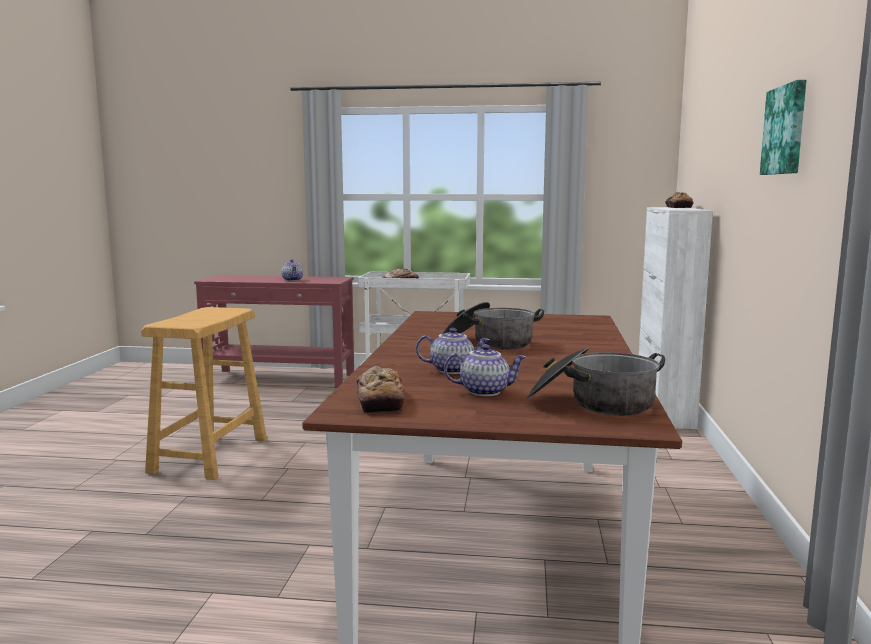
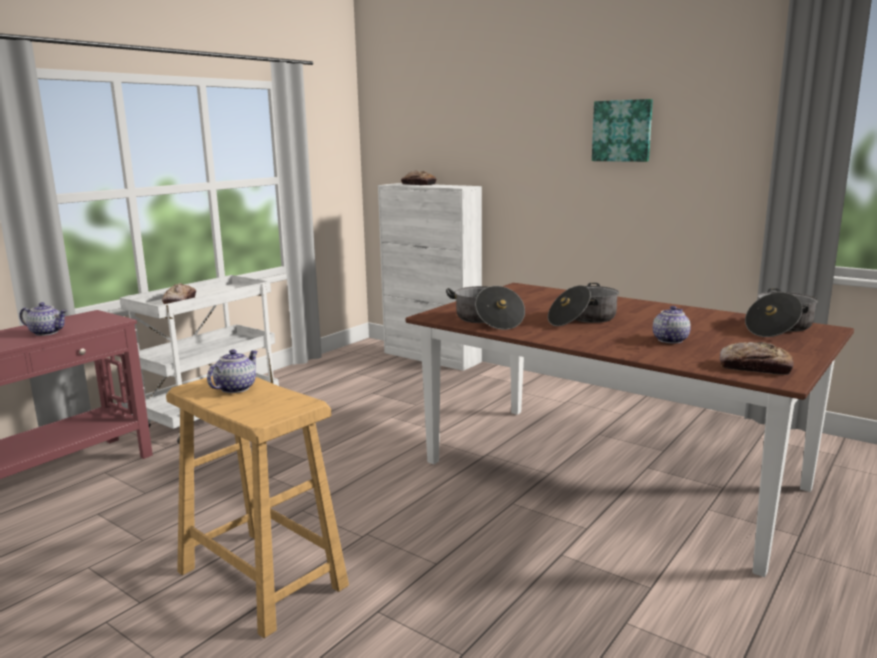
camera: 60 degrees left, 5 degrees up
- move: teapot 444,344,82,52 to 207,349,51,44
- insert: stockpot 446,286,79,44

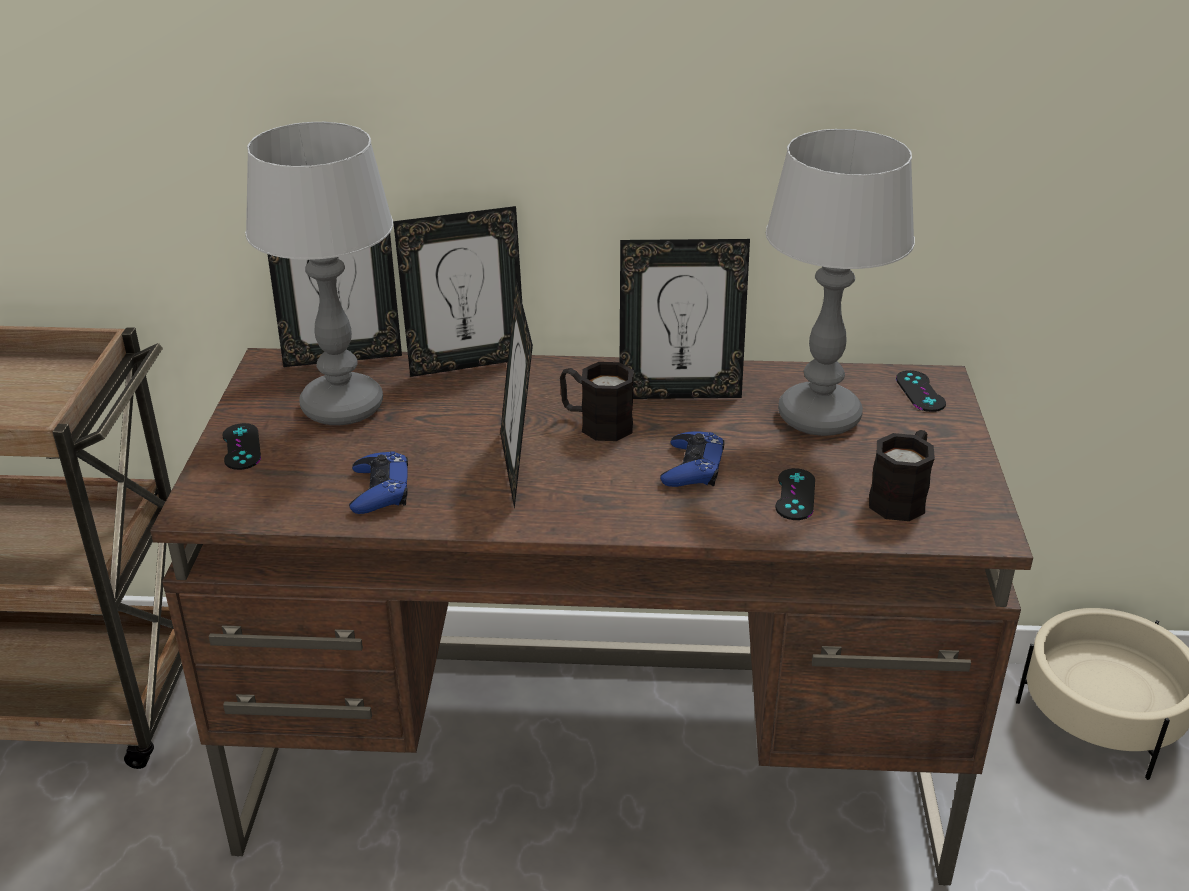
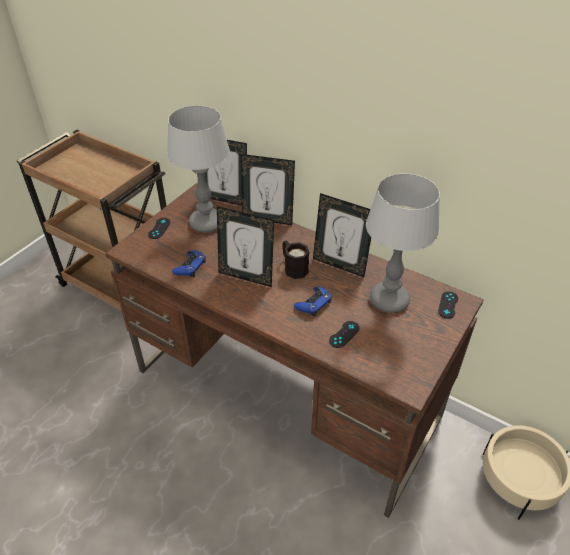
camera: 30 degrees right, 10 degrees up
- rotate: photo frame 500,279,33,230 = 217,206,57,81 90 degrees counterclockwise
- delete: black-coloured mug 869,430,66,91

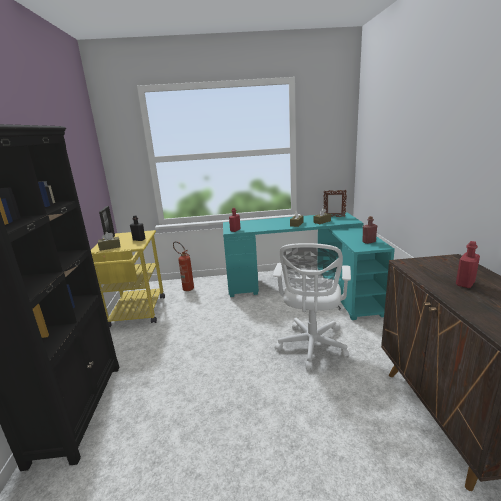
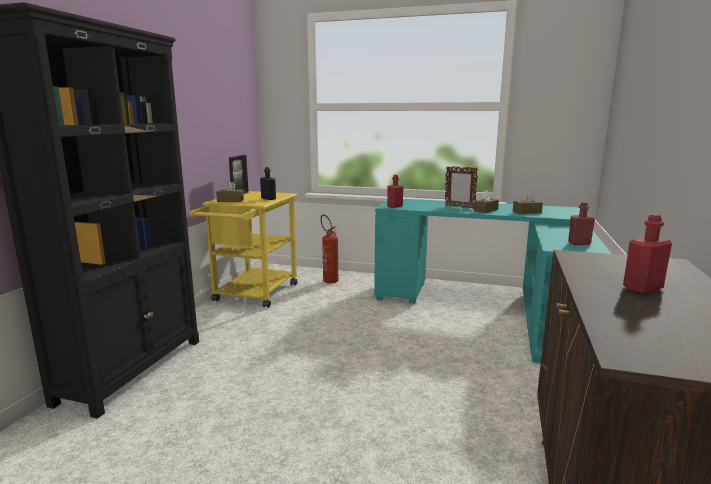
camera: 20 degrees right, 5 degrees down
- move: photo frame 323,190,24,27 to 445,166,33,43
- delete: white-coloured computer chair 273,243,78,127

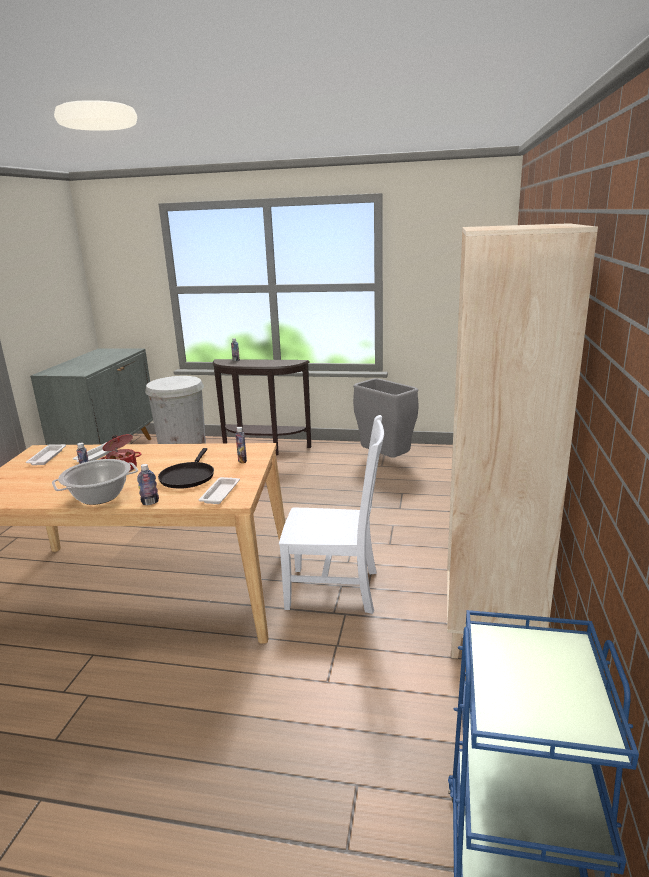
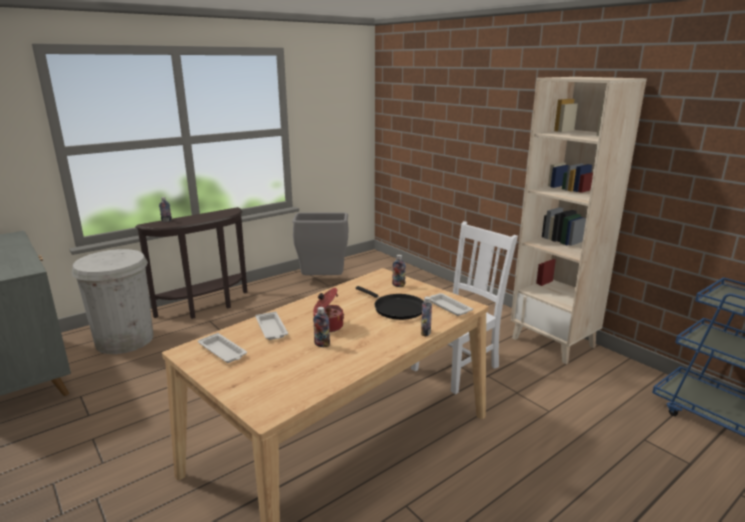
camera: 50 degrees left, 0 degrees up
- delete: stockpot 52,459,86,46

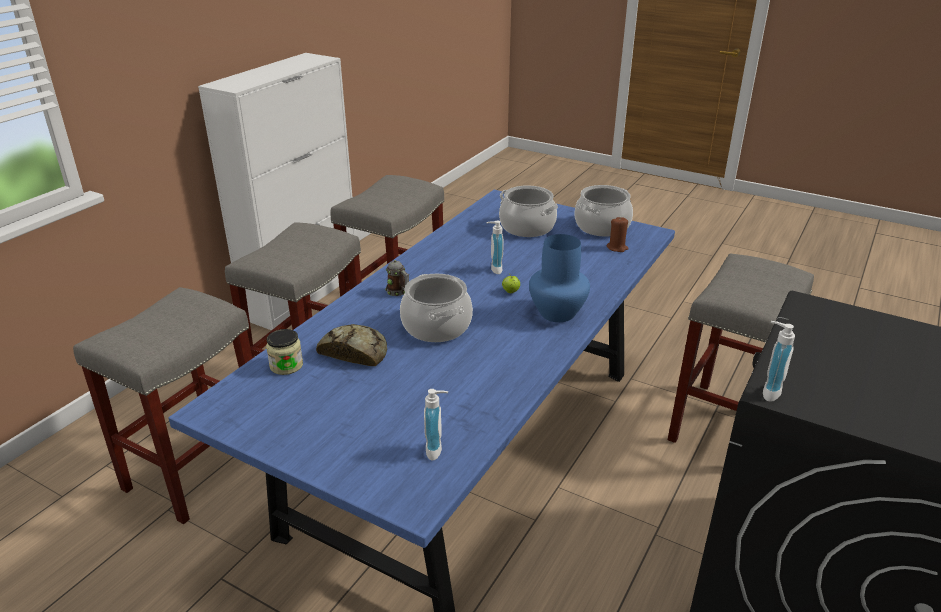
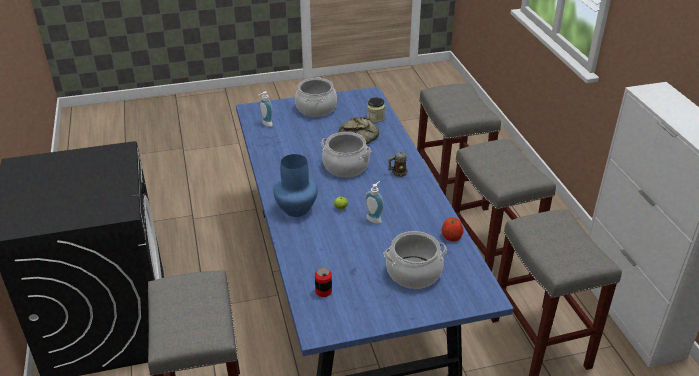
camera: 135 degrees right, 5 degrees up
- move: stockpot 574,185,59,52 to 295,77,42,40
- replace: brown wax light 607,217,22,35 to can 315,268,17,29
- delete: soap bottle 763,321,32,81
- insert: apple fruit 442,217,21,24

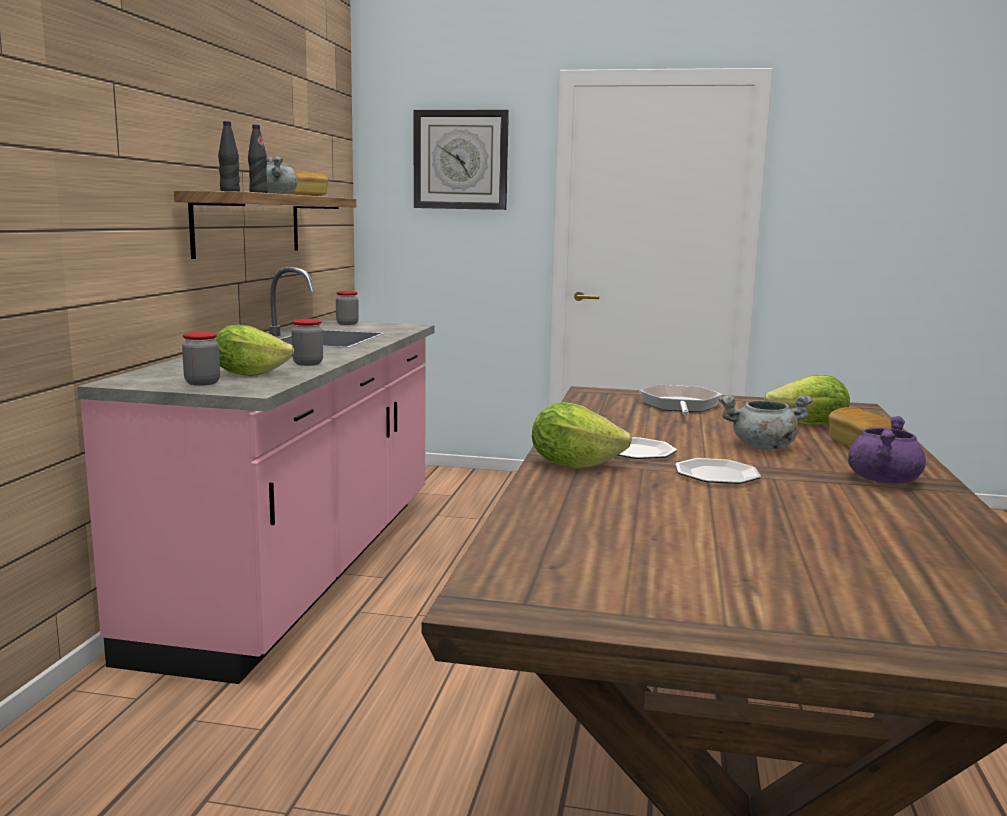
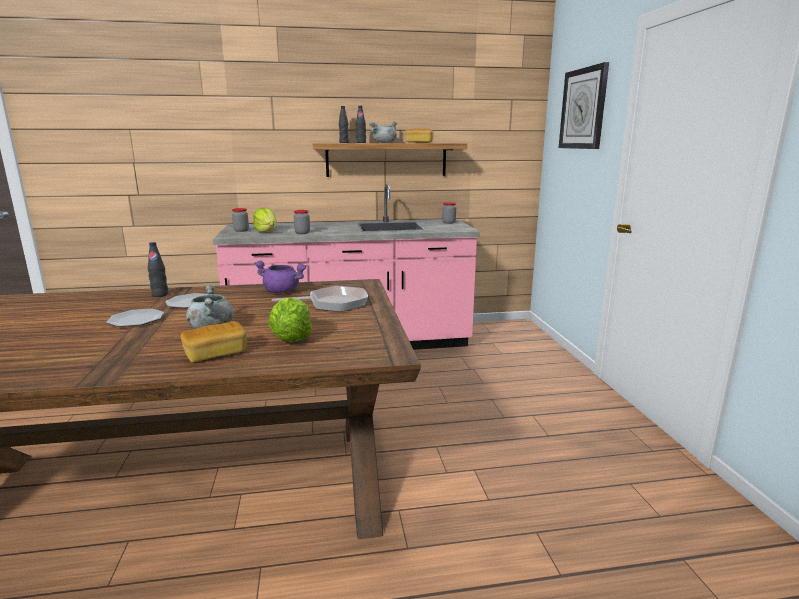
camera: 70 degrees right, 5 degrees up
- replace: lettuce head 532,402,100,67 to black-coloured drink bottle 148,242,20,55
- move: purple stockpot 848,416,78,67 to 254,261,53,32

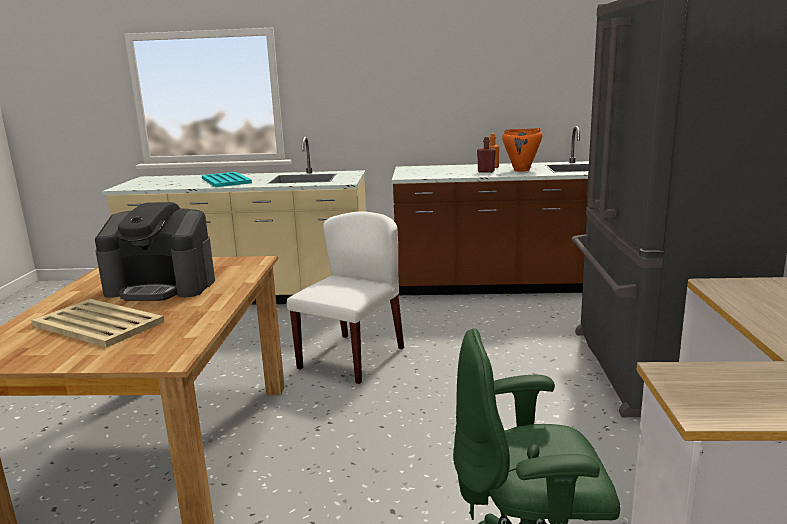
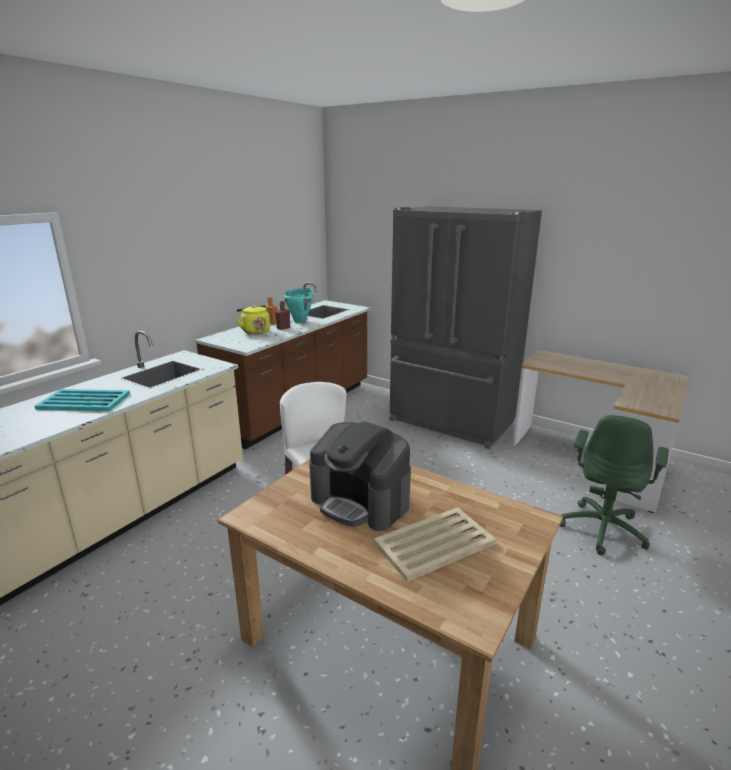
camera: 60 degrees left, 5 degrees up
- recolor: orange-coloured stockpot 502,128,41,44 to turquoise stockpot 284,288,29,35
- rotate: coffee machine 95,202,120,99 = 309,422,102,109 90 degrees clockwise
- insert: yellow tea kettle 236,305,34,29

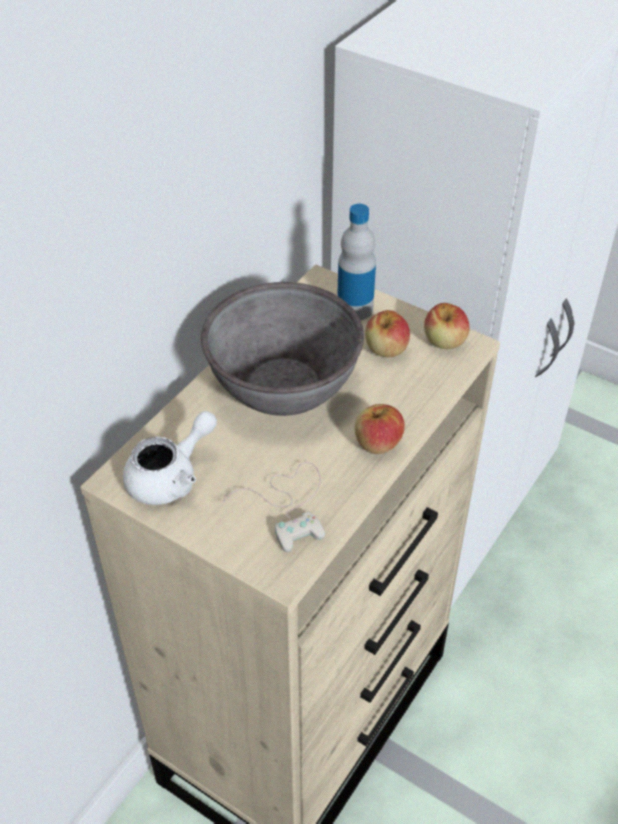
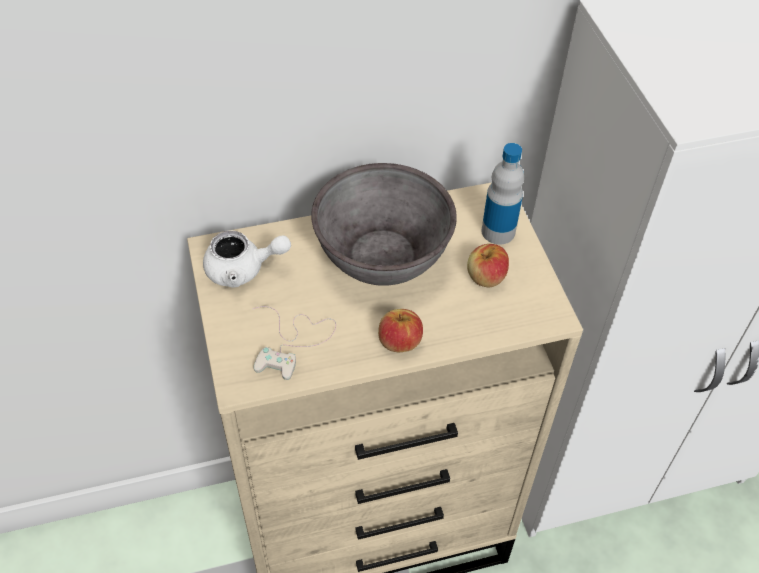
camera: 40 degrees right, 5 degrees up
- delete: apple fruit 424,303,46,46

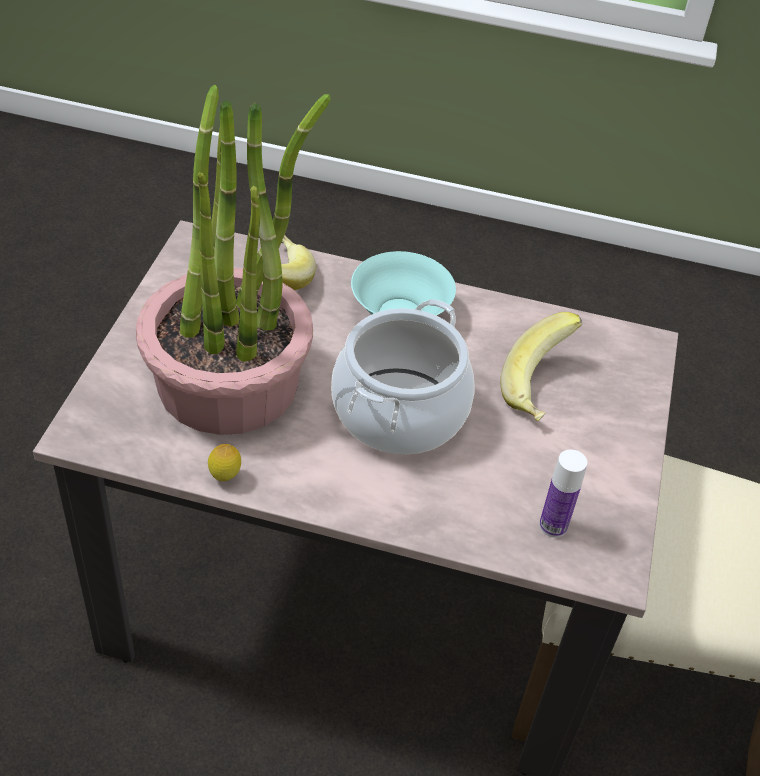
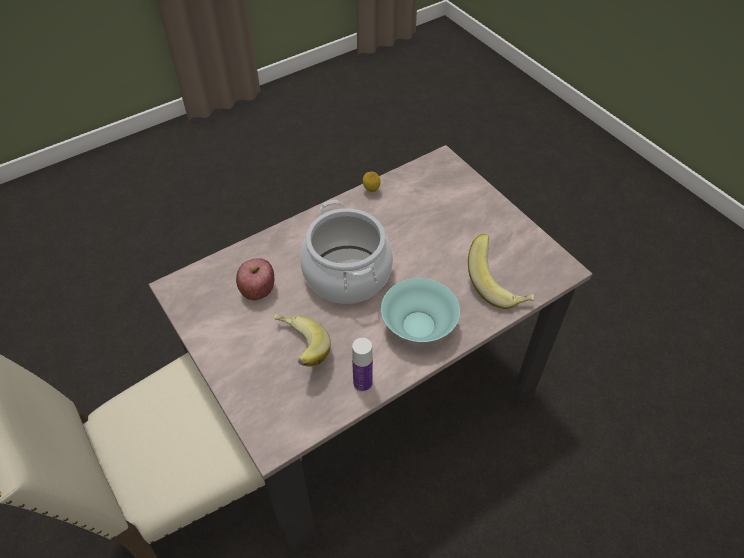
camera: 135 degrees right, 5 degrees up
- delete: plant in a pot 136,85,195,350
- move: drink bottle 539,449,49,89 to 352,338,21,54
- insert: apple fruit 236,258,38,42

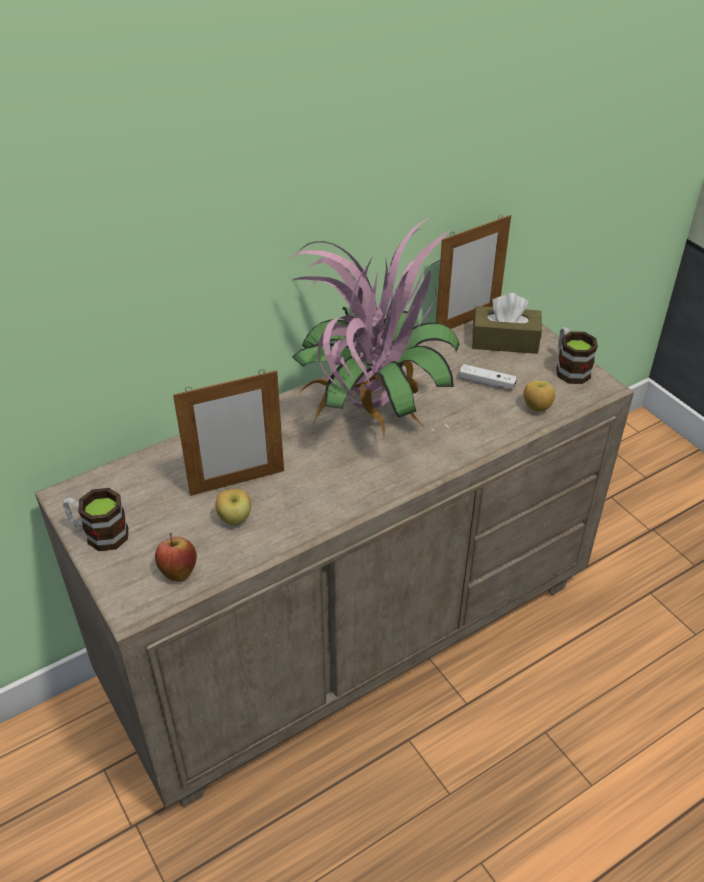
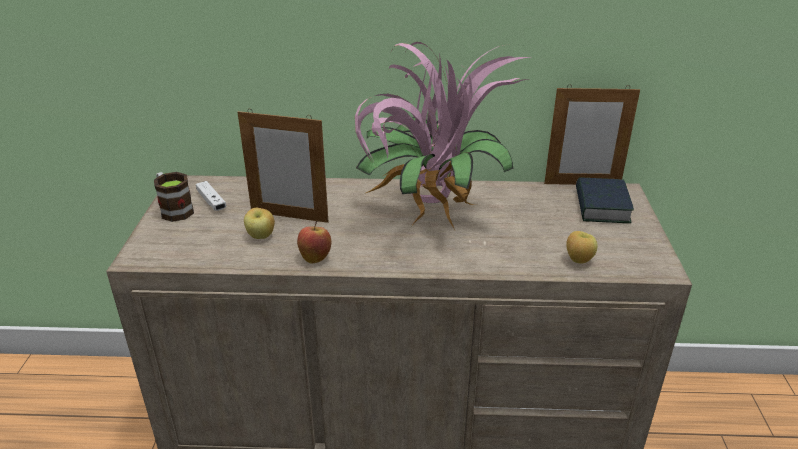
camera: 35 degrees right, 10 degrees down
- replace: brown tissue box 472,293,70,61 to bound book 576,177,58,46
- delete: mug 556,327,42,57
- move: white-coloured game controller 459,364,58,25 to 196,181,30,30
- move: apple fruit 155,533,42,49 to 297,220,34,43

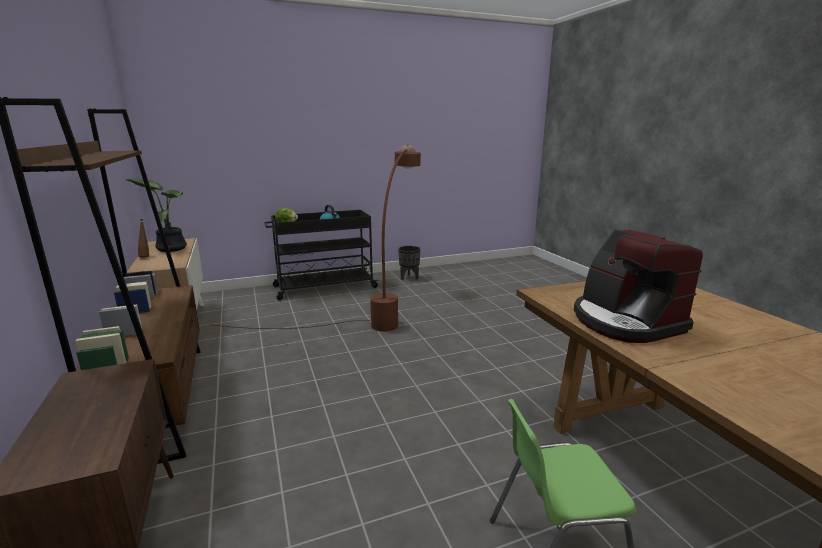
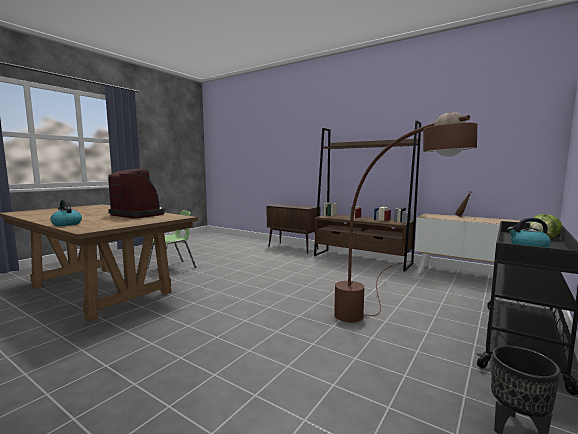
camera: 145 degrees right, 10 degrees down
- delete: plant in a pot 126,178,61,74
- insert: tea kettle 50,200,32,26

